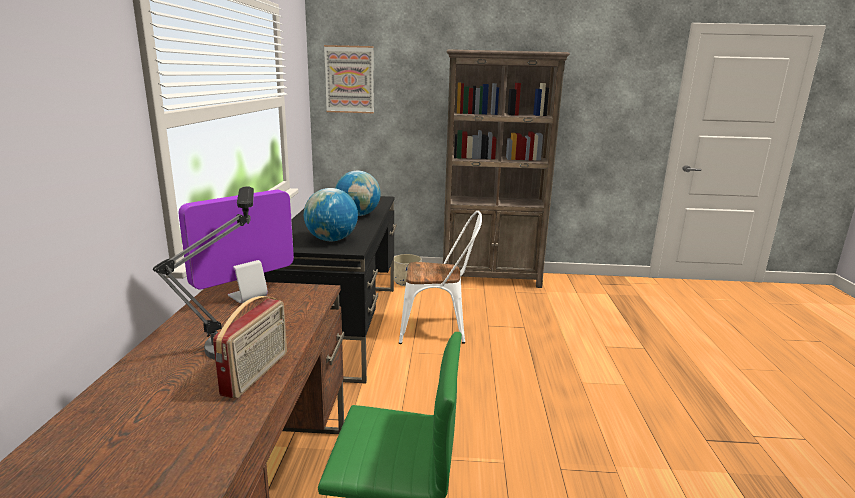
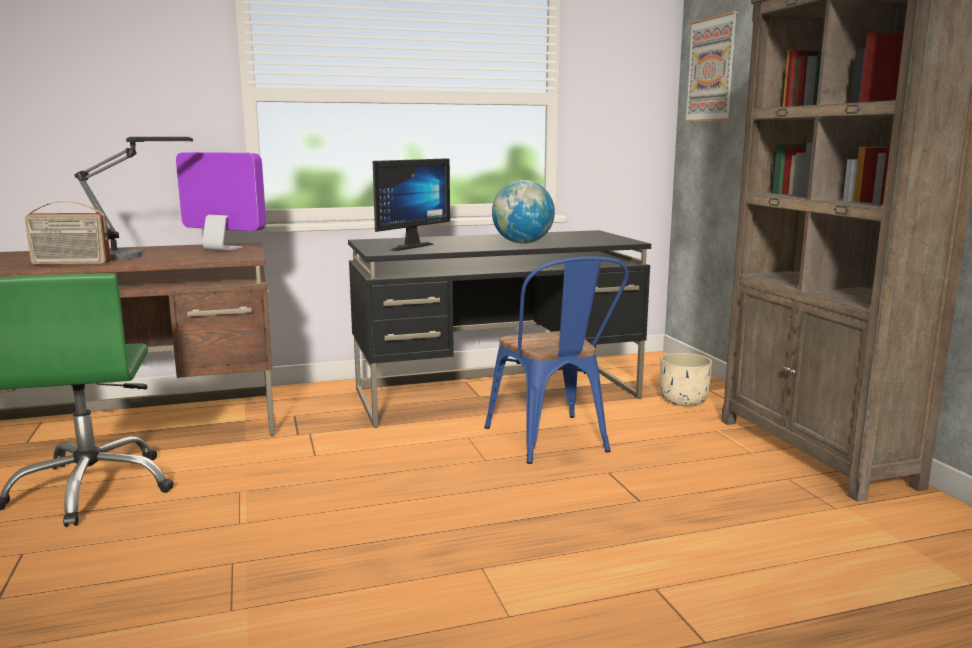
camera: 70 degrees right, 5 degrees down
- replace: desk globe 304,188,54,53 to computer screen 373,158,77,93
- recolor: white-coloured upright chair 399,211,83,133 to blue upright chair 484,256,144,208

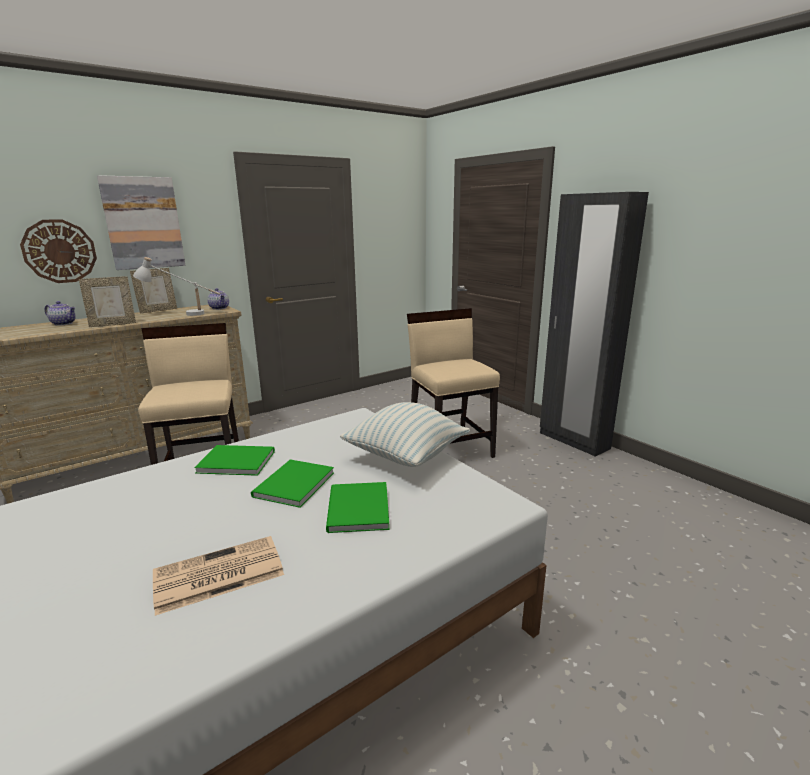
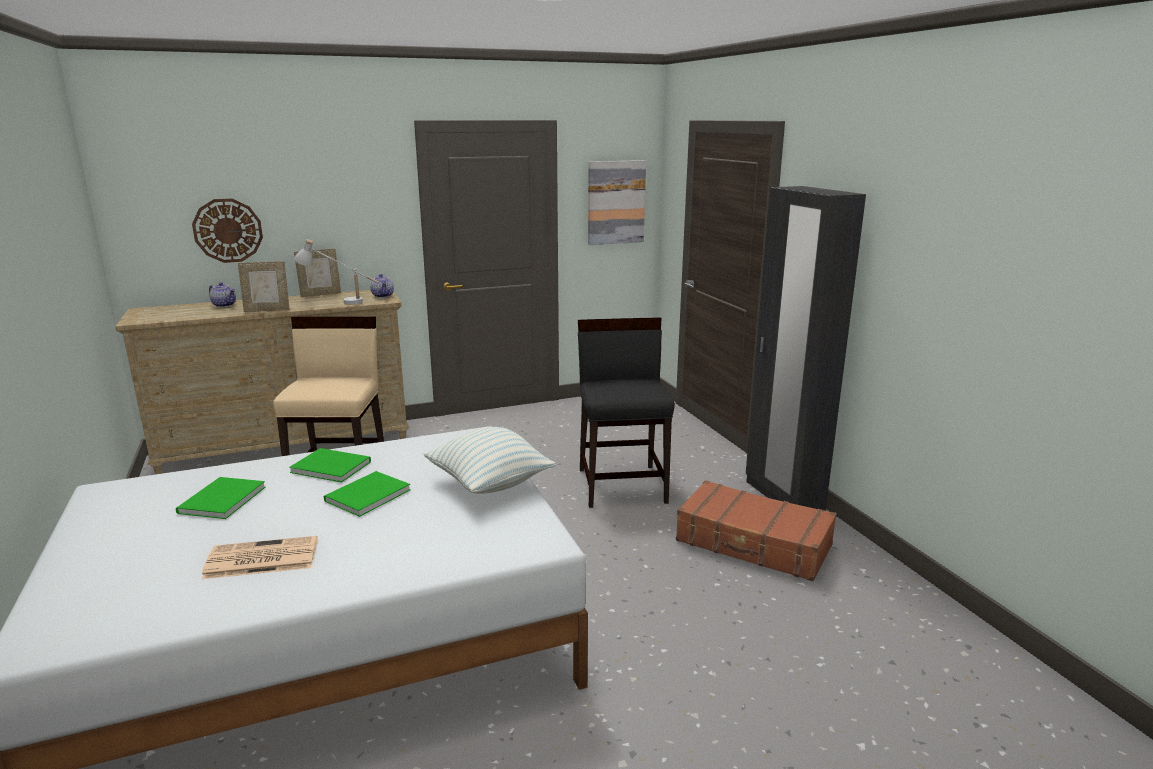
camera: 15 degrees right, 0 degrees up
- move: picture 97,175,88,95 to 588,160,58,85
- recolor: sand-coloured upright chair 407,308,93,150 to black-coloured upright chair 578,317,97,191
- move: green bound book 326,482,63,51 to 176,477,89,42
- insert: brown piece of luggage 676,480,161,101

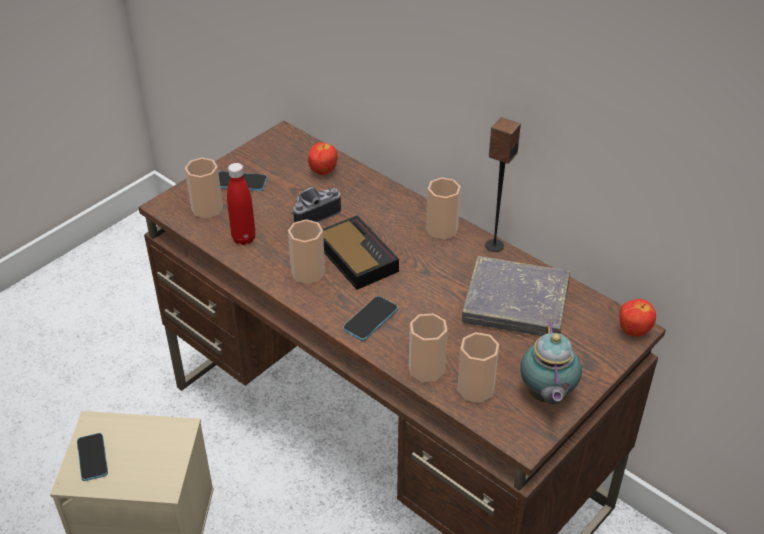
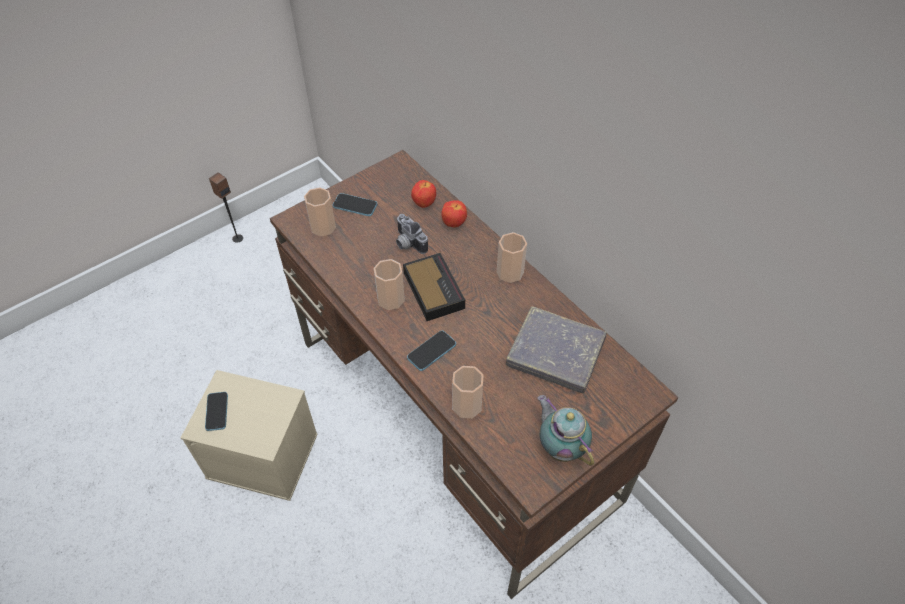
camera: 10 degrees right, 10 degrees up
- move: speaker 485,117,36,135 to 209,172,34,71
- delete: red drink bottle 227,163,29,82
- rotate: still camera 291,187,50,35 = 396,214,32,40 105 degrees counterclockwise
- move: apple fruit 619,299,37,38 to 441,200,26,28
- rotate: teapot 520,322,62,82 = 538,395,56,71 135 degrees clockwise
- delete: drinking cup 457,332,42,71

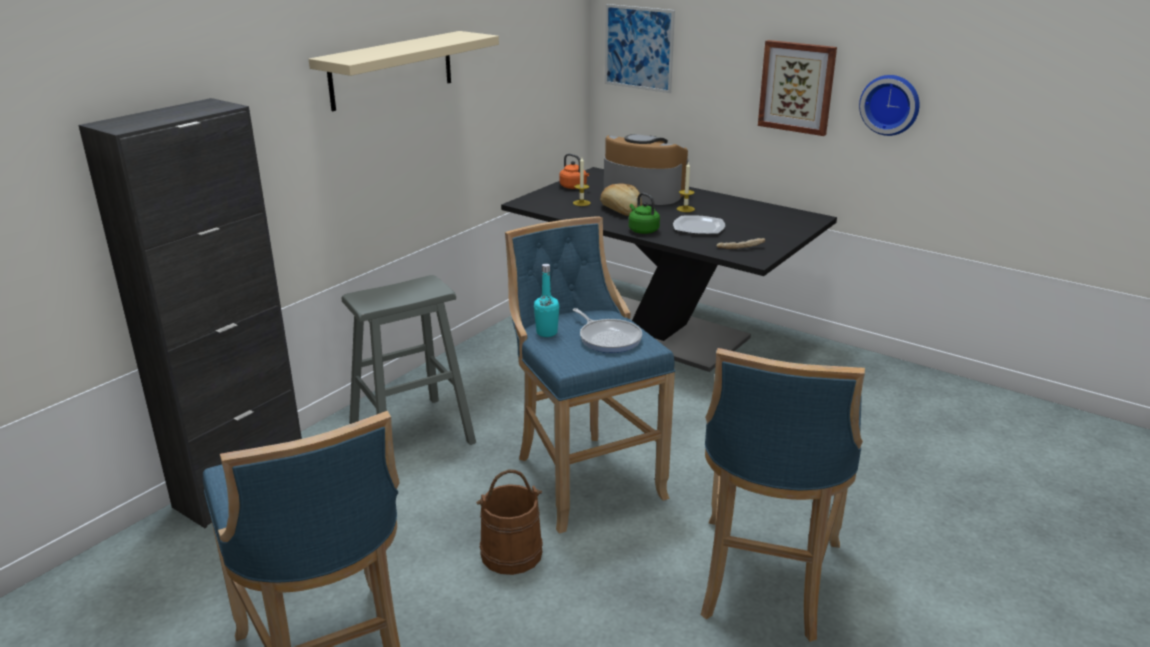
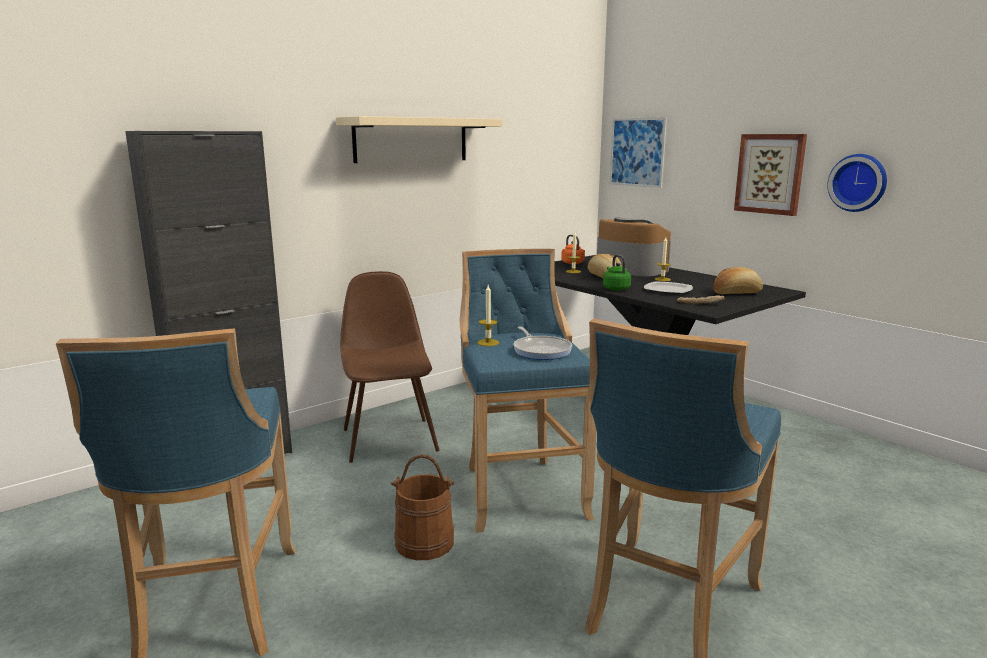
camera: 15 degrees right, 10 degrees down
- replace: turquoise drink bottle 534,264,25,73 to wax light 477,285,23,61
- replace: gray stool 342,275,134,170 to brown upright chair 340,271,99,192
- insert: bread 713,267,50,27

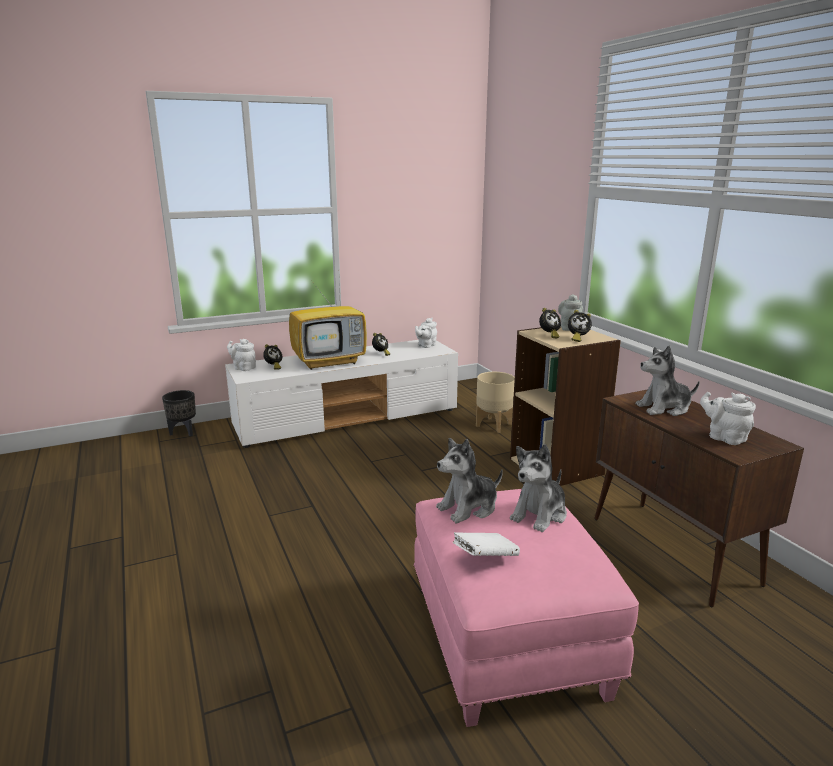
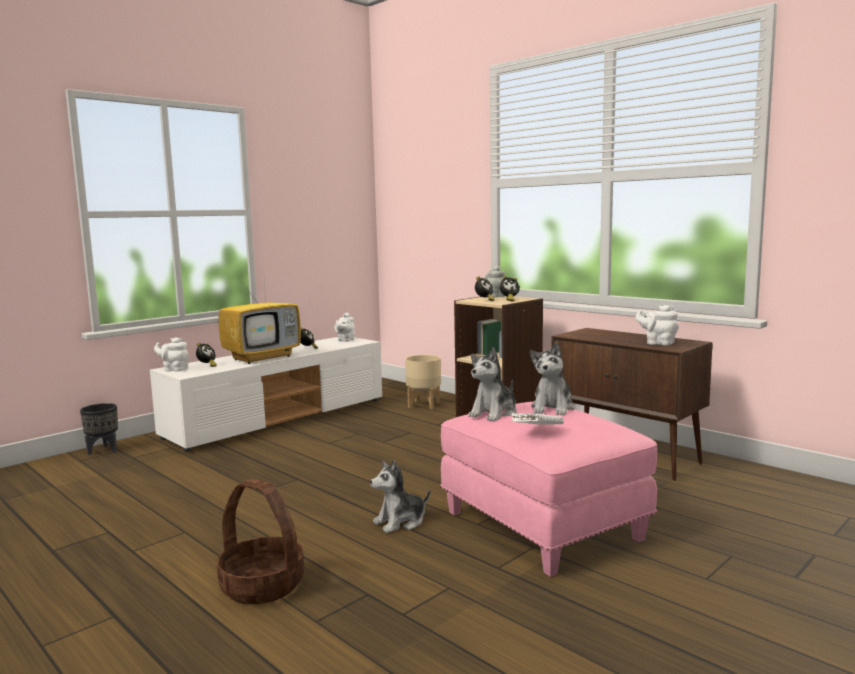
camera: 20 degrees left, 10 degrees down
- move: soft toy 636,346,64,70 to 370,460,60,73
- insert: household basket 217,479,87,125

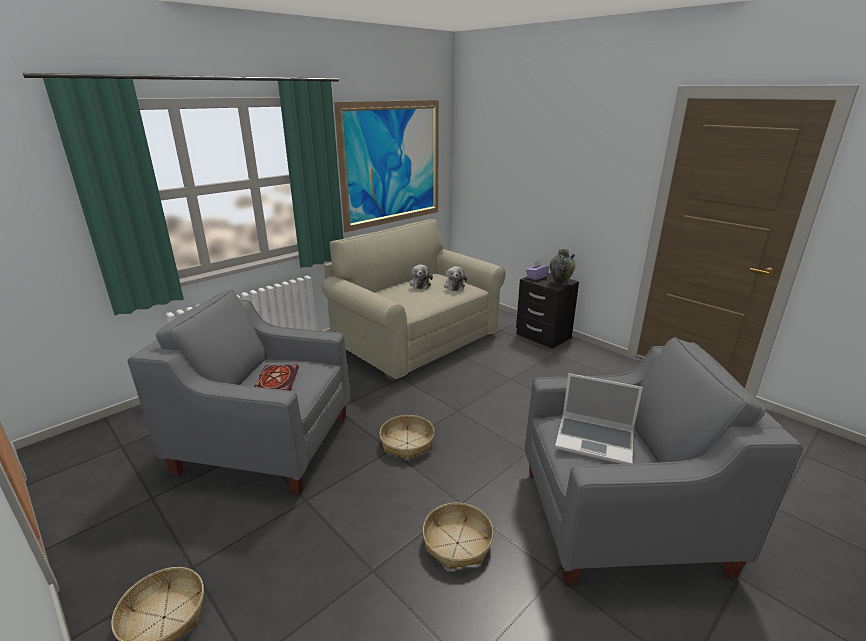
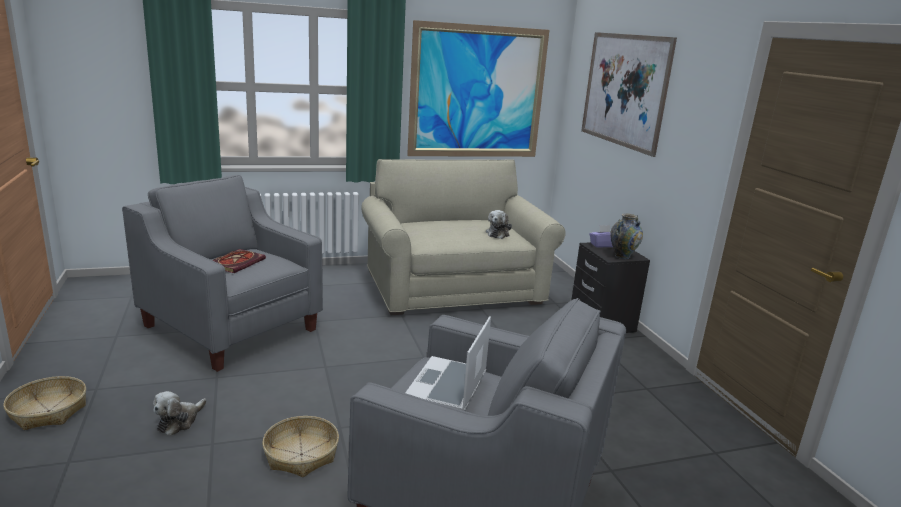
camera: 25 degrees right, 5 degrees down
- move: soft toy 410,265,23,24 to 153,391,54,45
- rotate: portable computer 555,373,88,91 = 405,316,86,95 60 degrees clockwise
- delete: household basket 379,415,56,45
- insert: picture 581,32,96,125

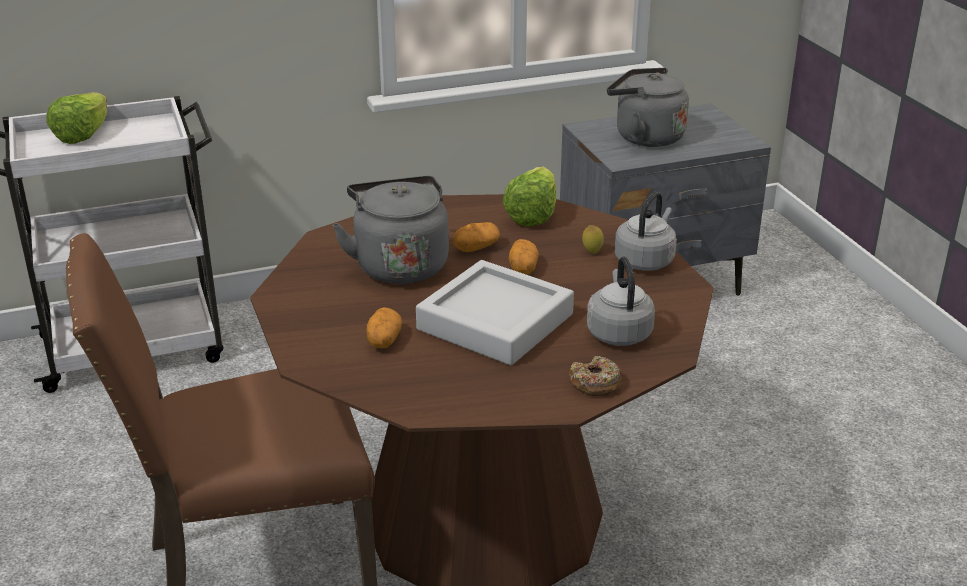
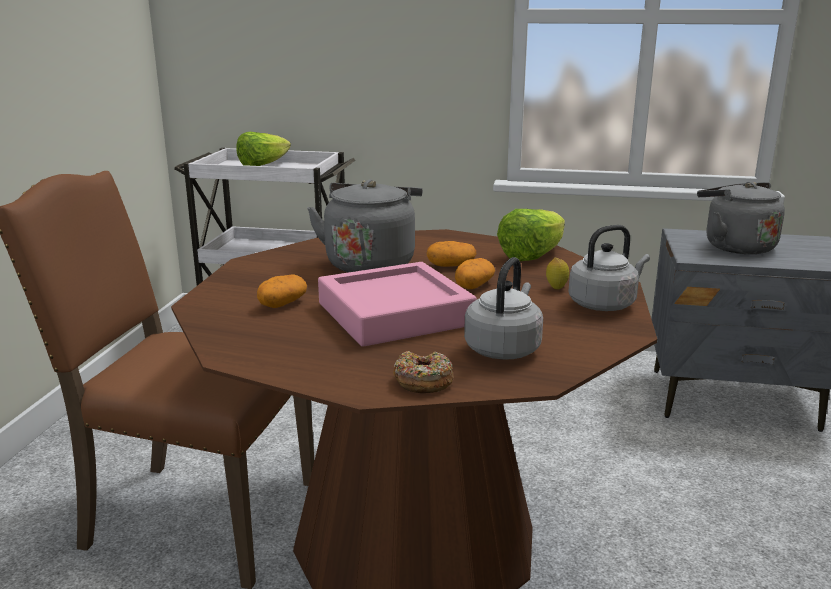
camera: 30 degrees right, 10 degrees down
- recolor: gray carrying tray 416,260,158,105 to pinkish carrying tray 318,262,159,85

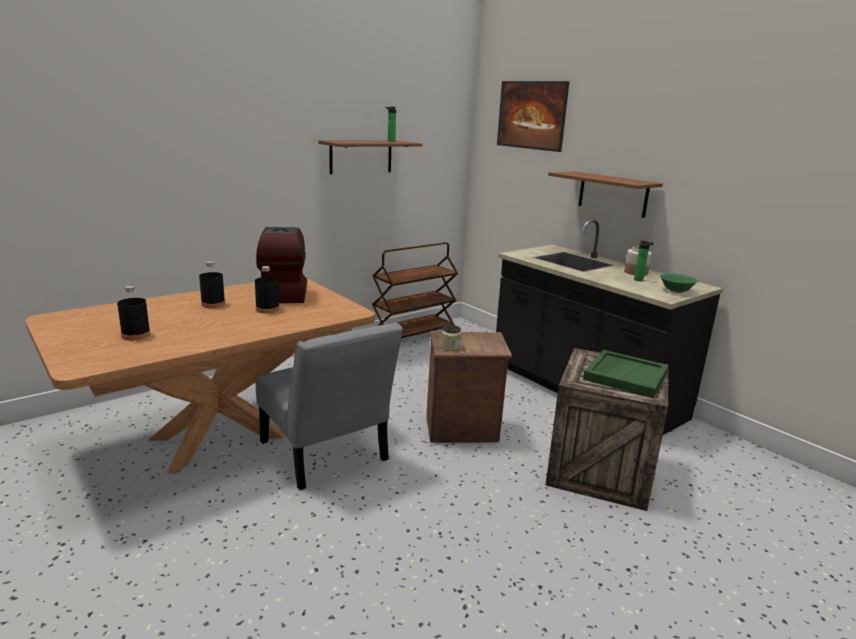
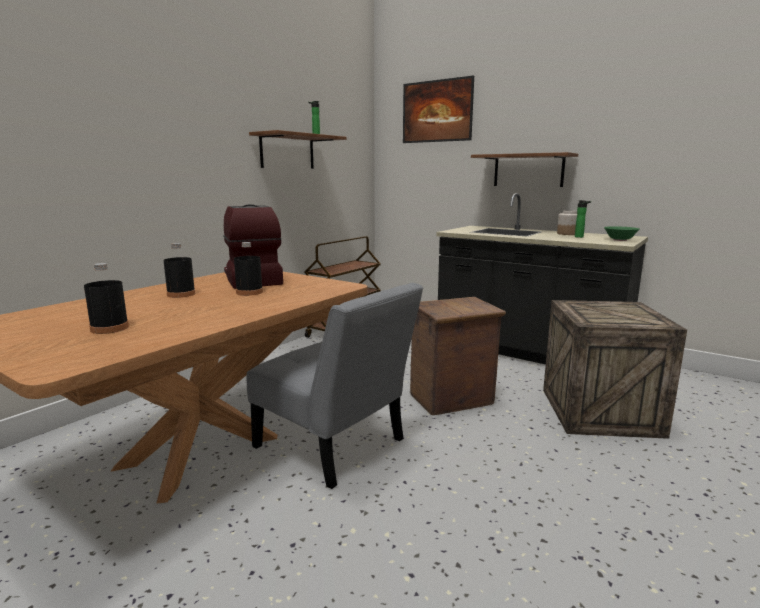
camera: 15 degrees left, 5 degrees down
- delete: preserve jar 441,325,20,26
- delete: green carrying tray 583,350,86,48

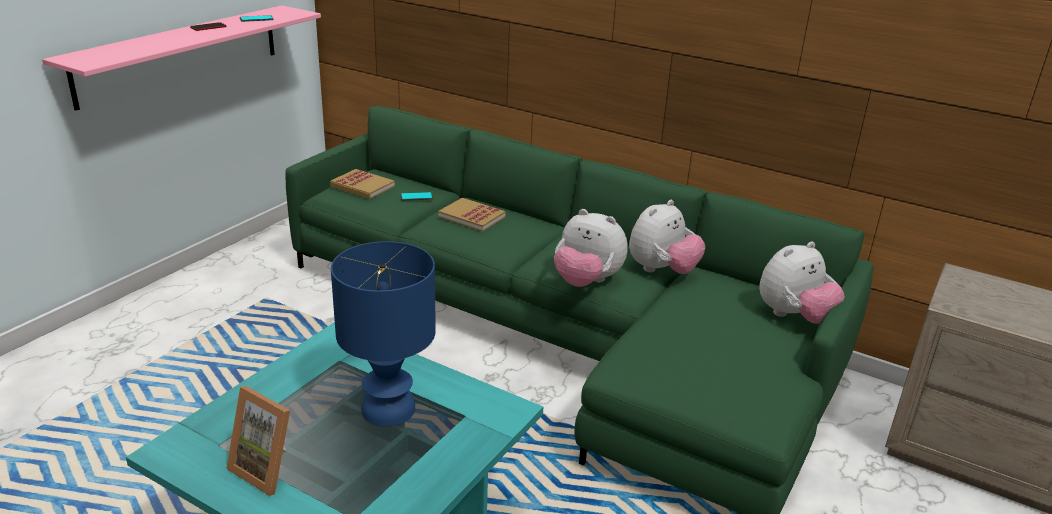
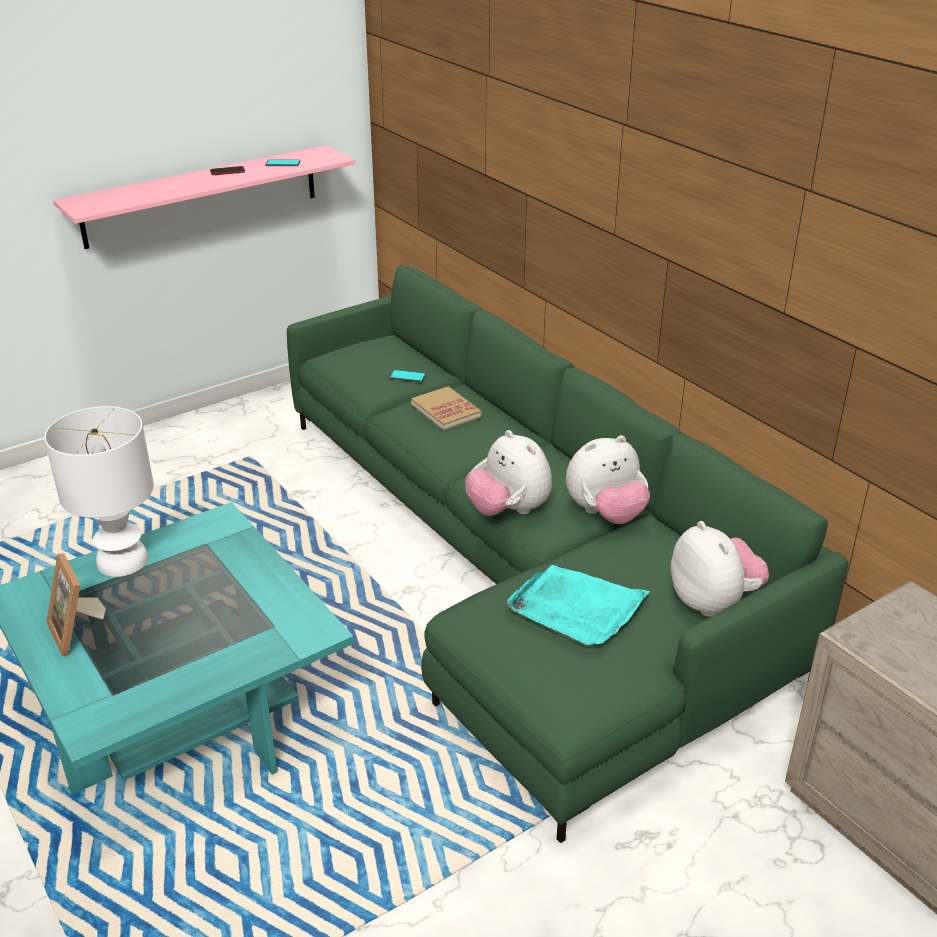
camera: 25 degrees right, 5 degrees up
- delete: bound book 330,169,65,30
- delete: blue table lamp 331,241,105,185
- rotate: soft toy 759,241,86,83 = 671,521,98,96 105 degrees counterclockwise
- insert: white-coloured table lamp 44,406,110,171
- insert: turquoise carrying tray 506,565,144,83

